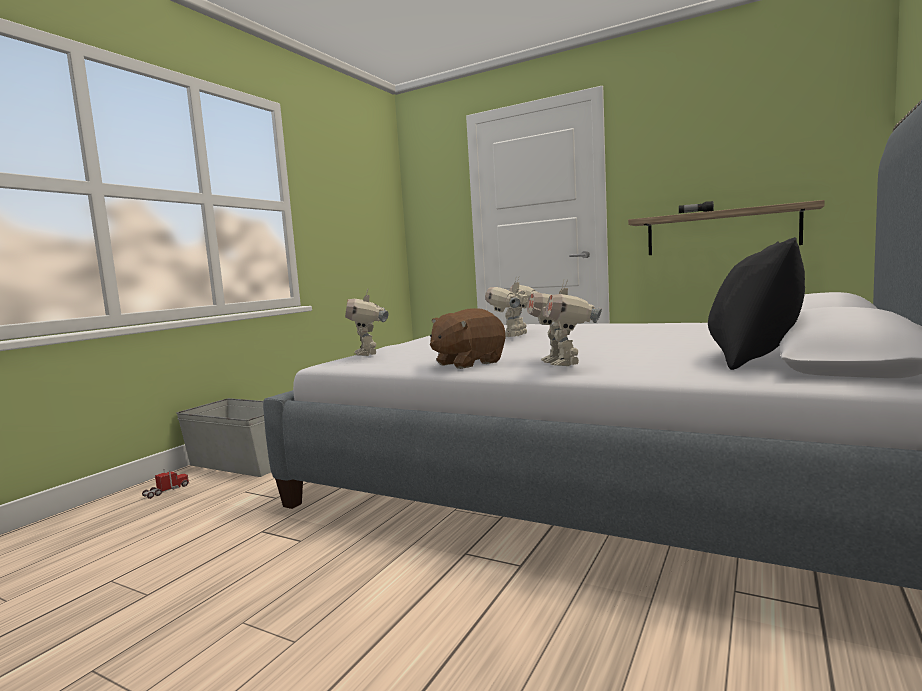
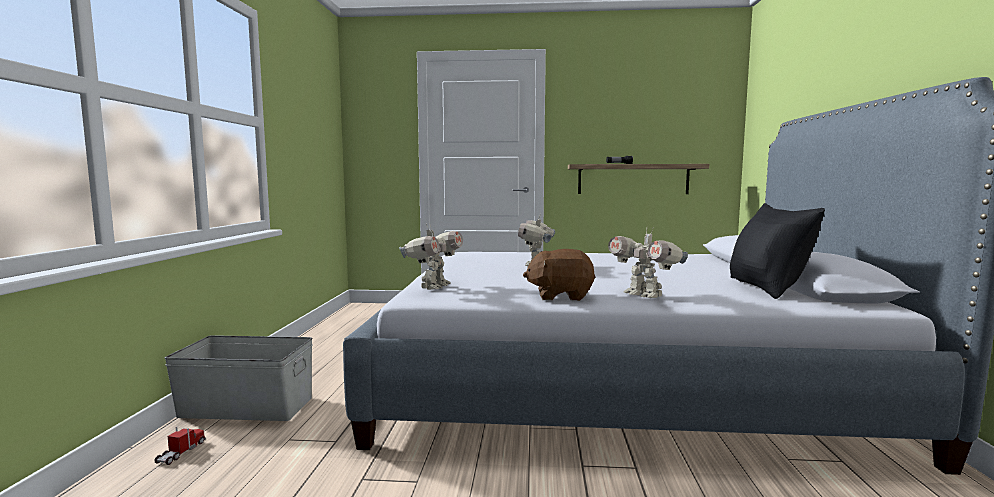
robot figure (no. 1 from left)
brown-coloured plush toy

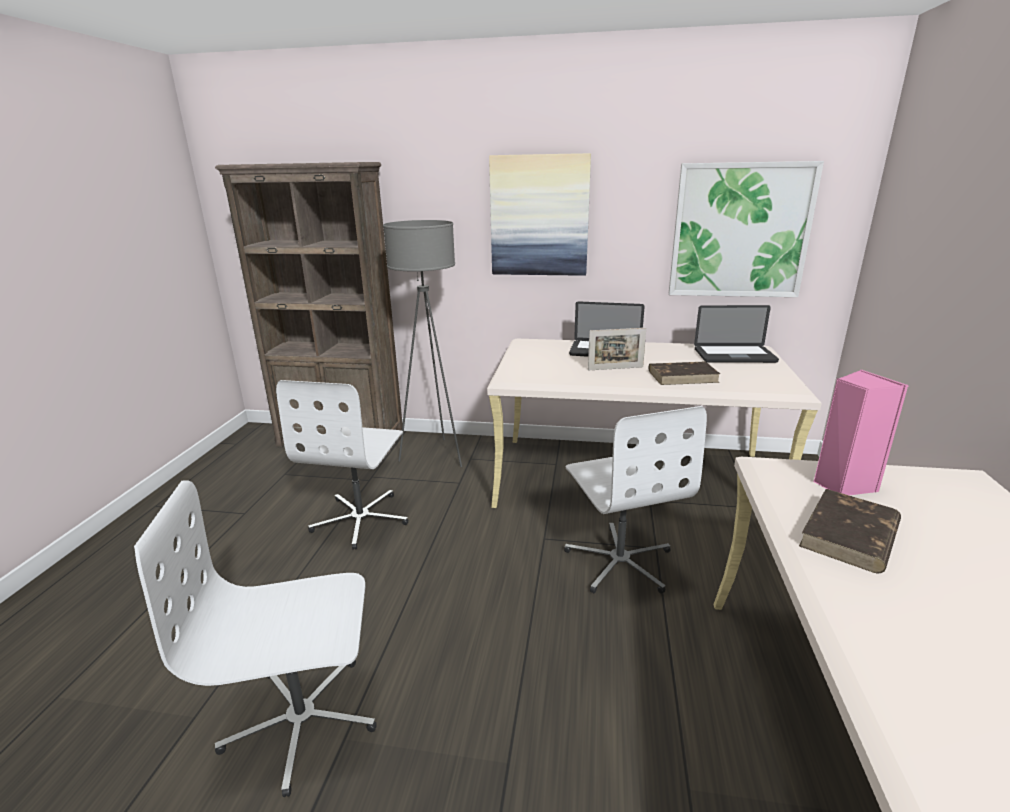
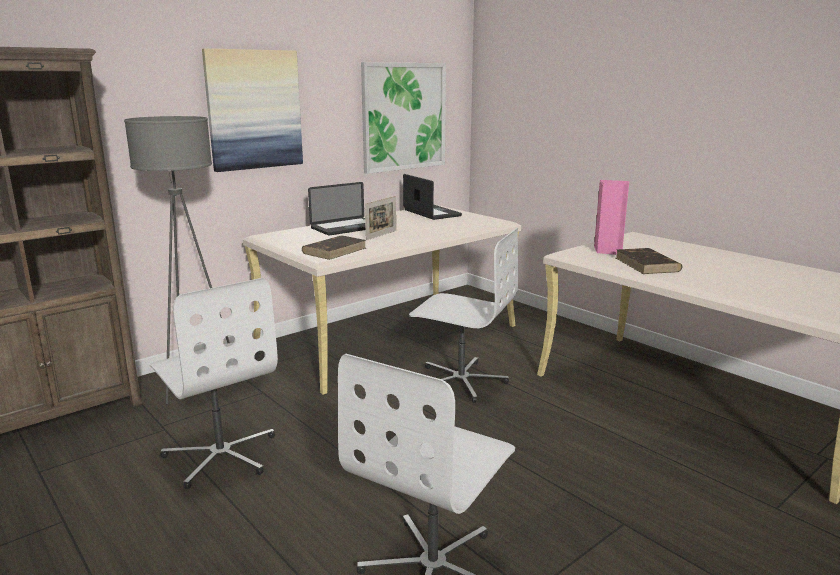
brown-coloured book (no. 1 from left)
laptop (no. 2 from left)

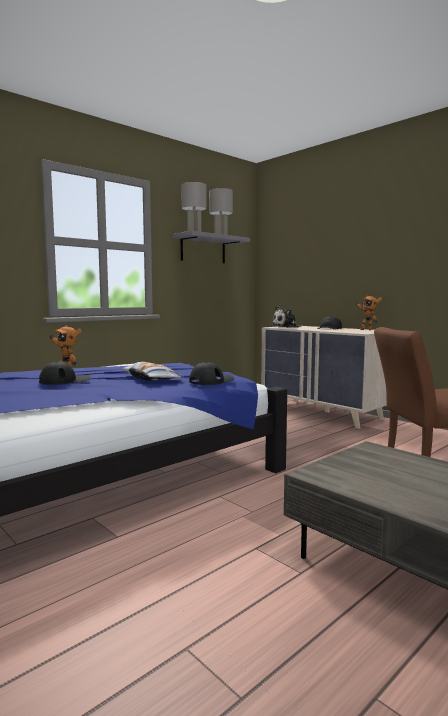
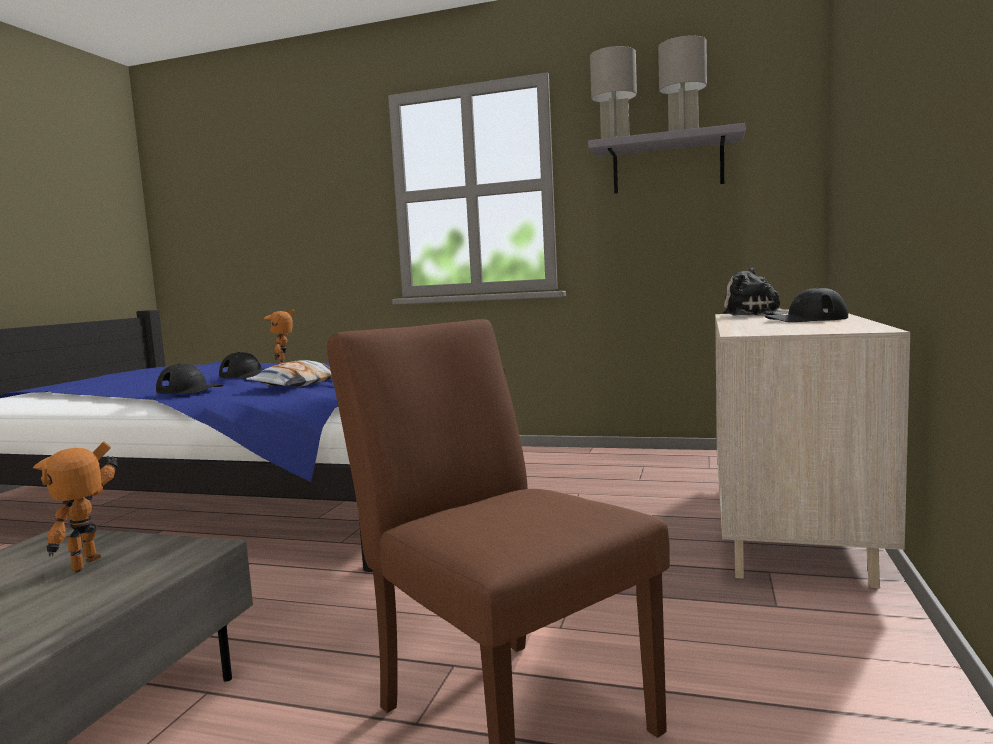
black baseball cap (no. 1 from left)
robot figure (no. 1 from left)

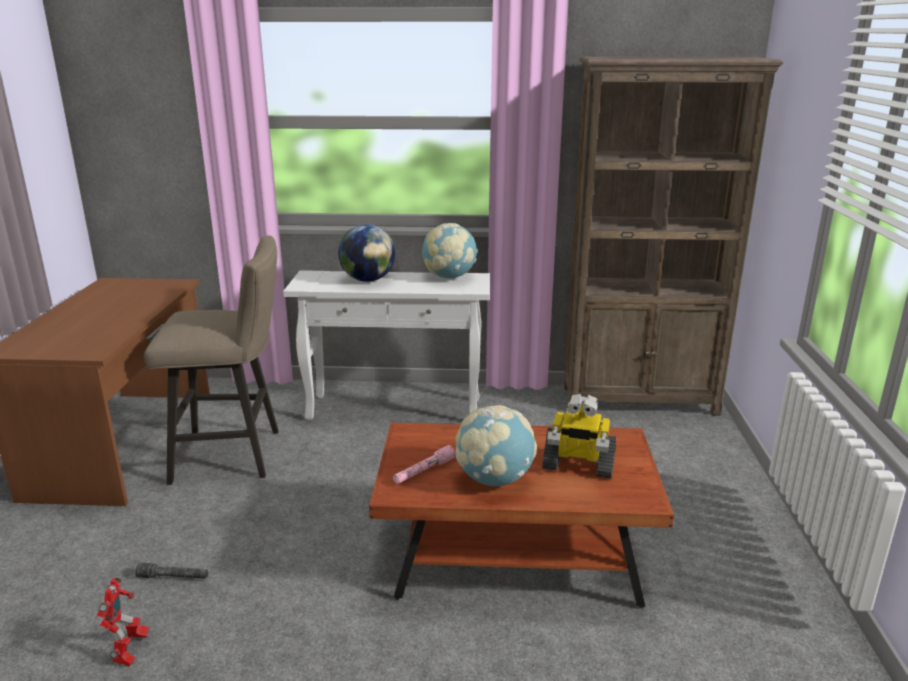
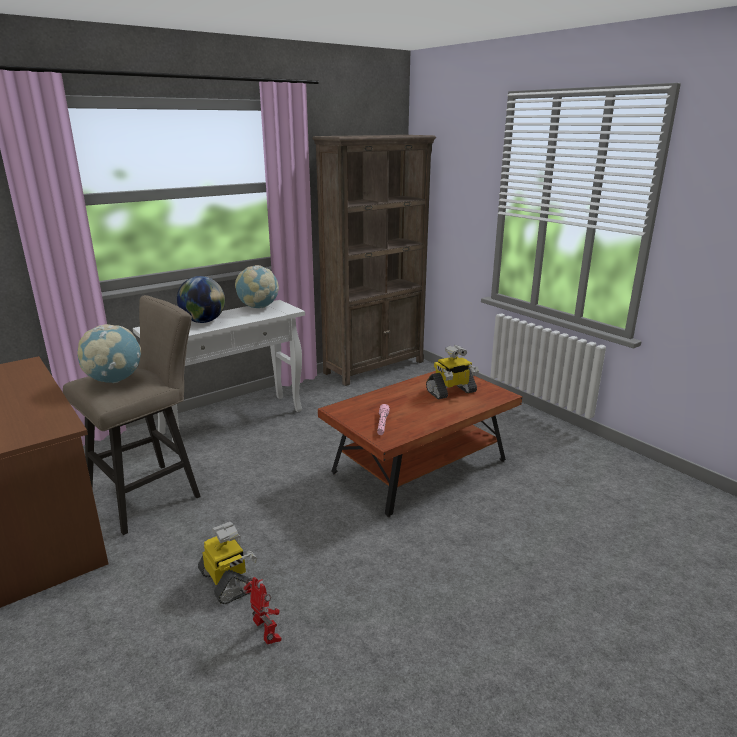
globe (no. 1 from left)
robot figure (no. 1 from left)

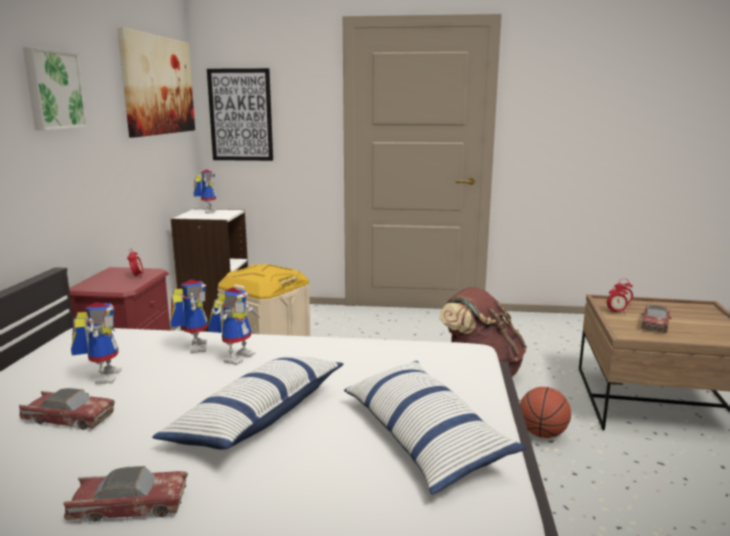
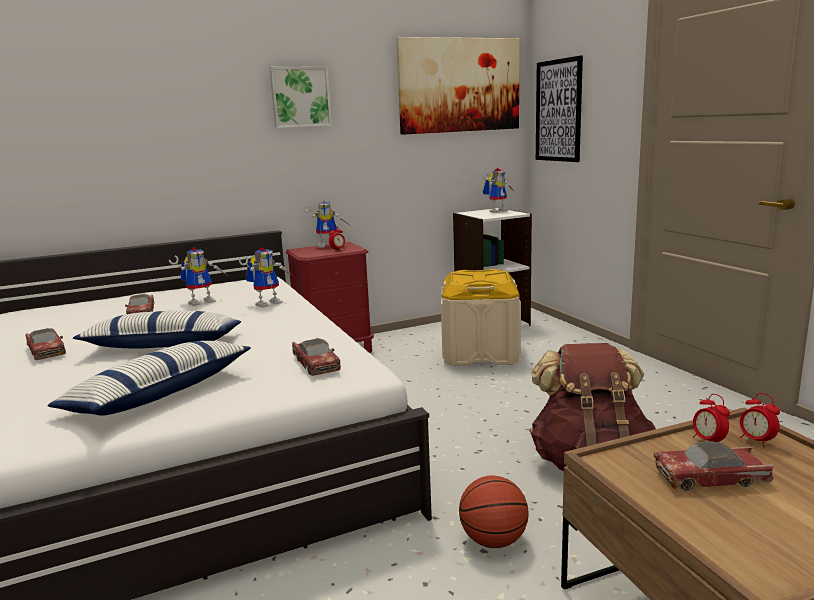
model car (no. 3 from left)
robot figure (no. 3 from left)

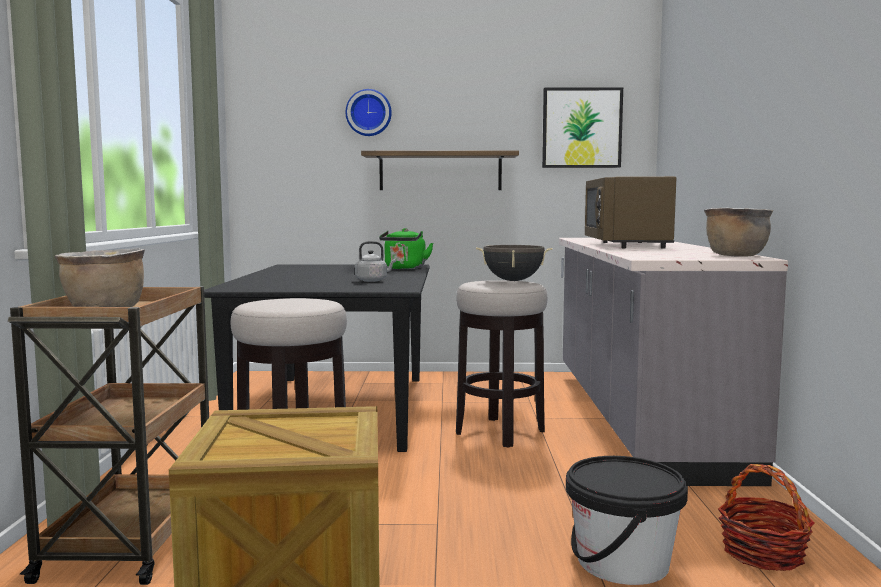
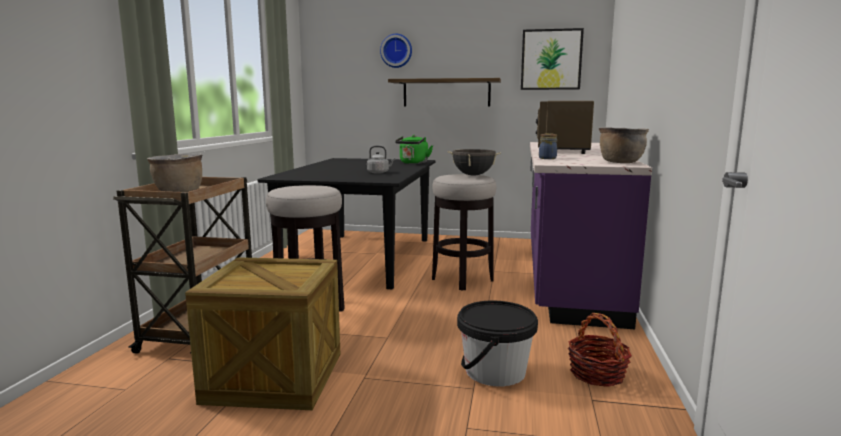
jar
purplish counter

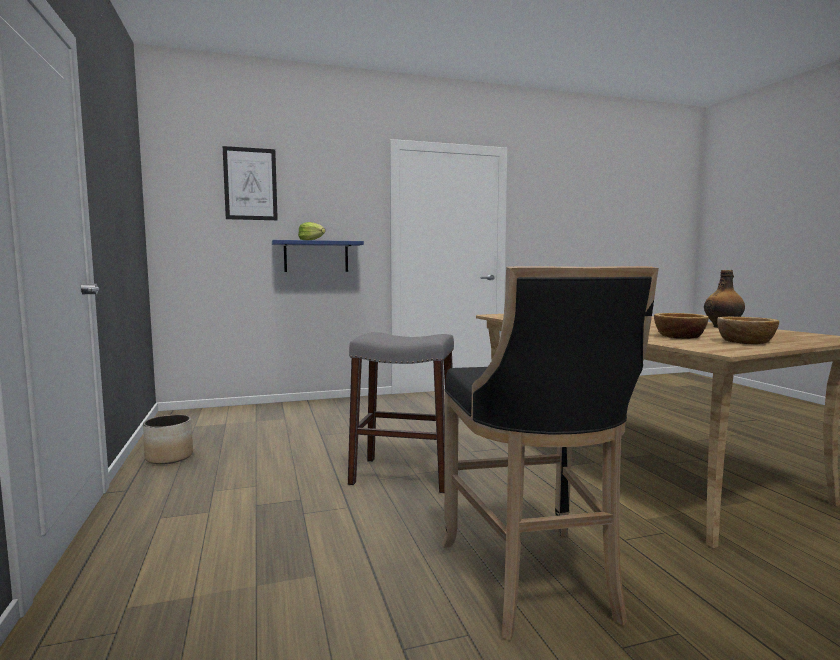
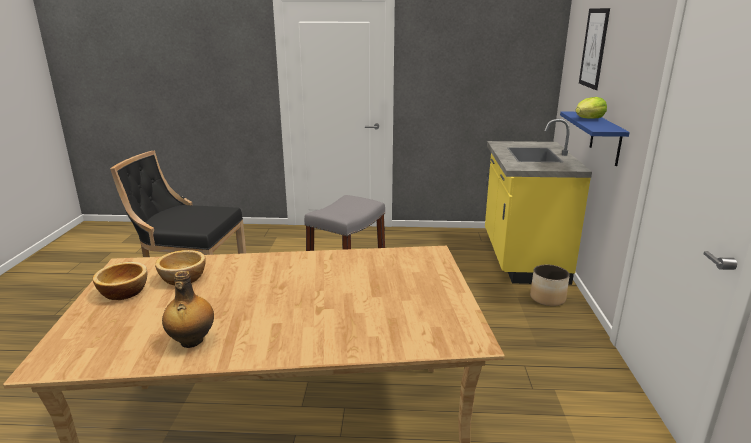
yellow counter
planter

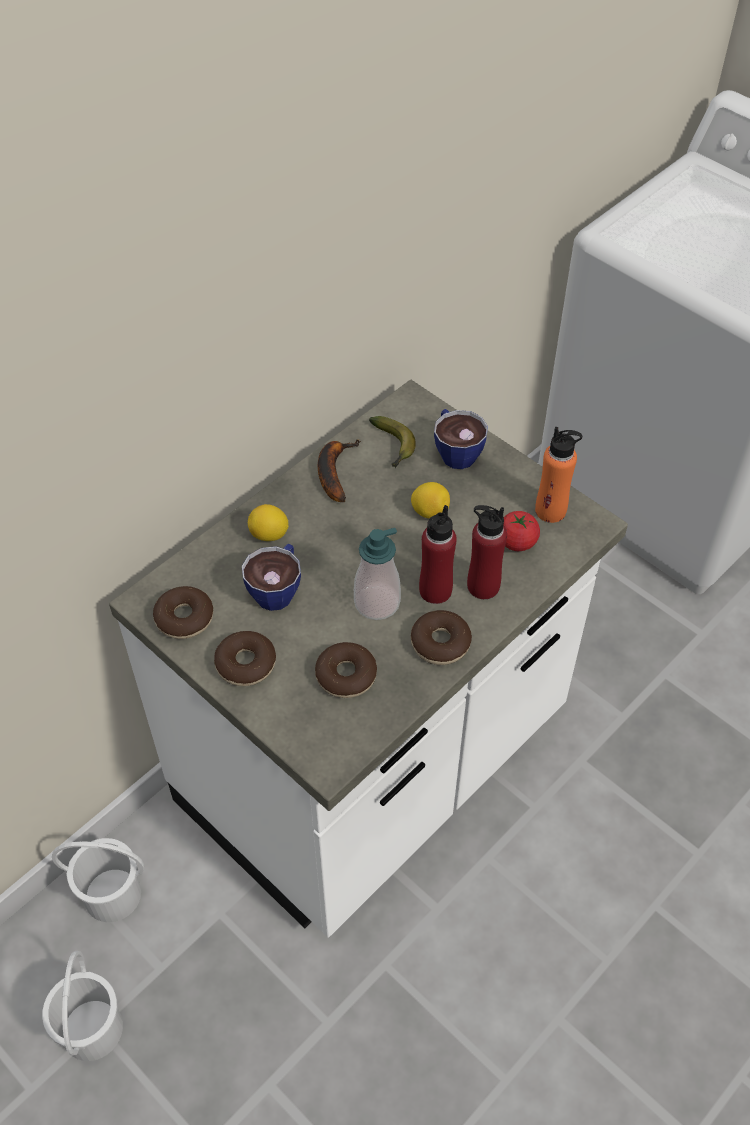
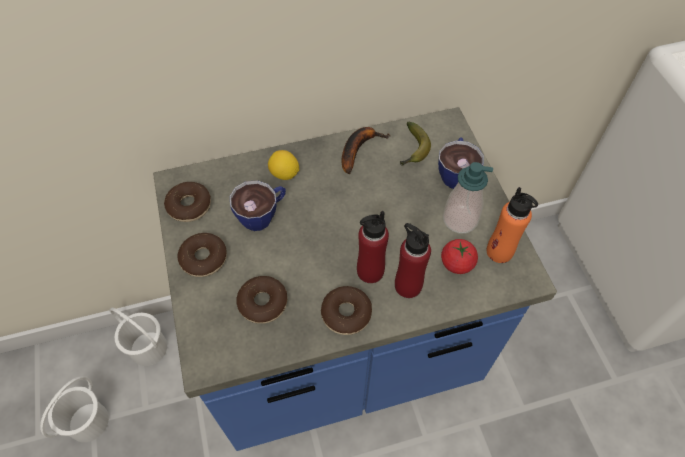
whole lemon (no. 2 from left in the first image)
liquid soap bottle
bluish counter

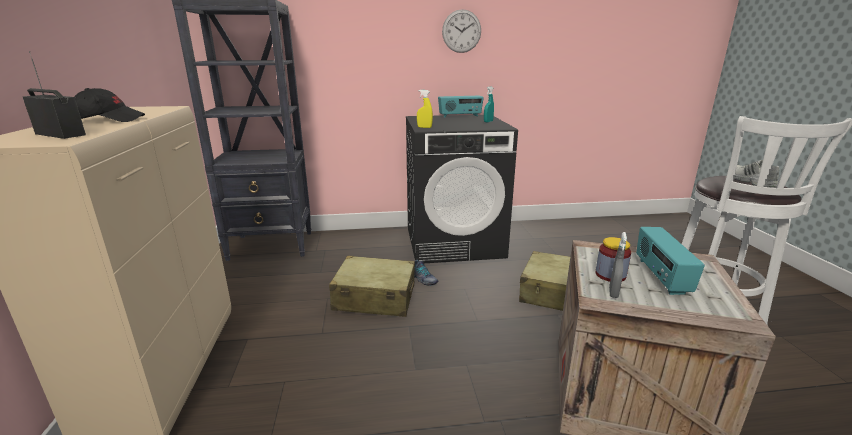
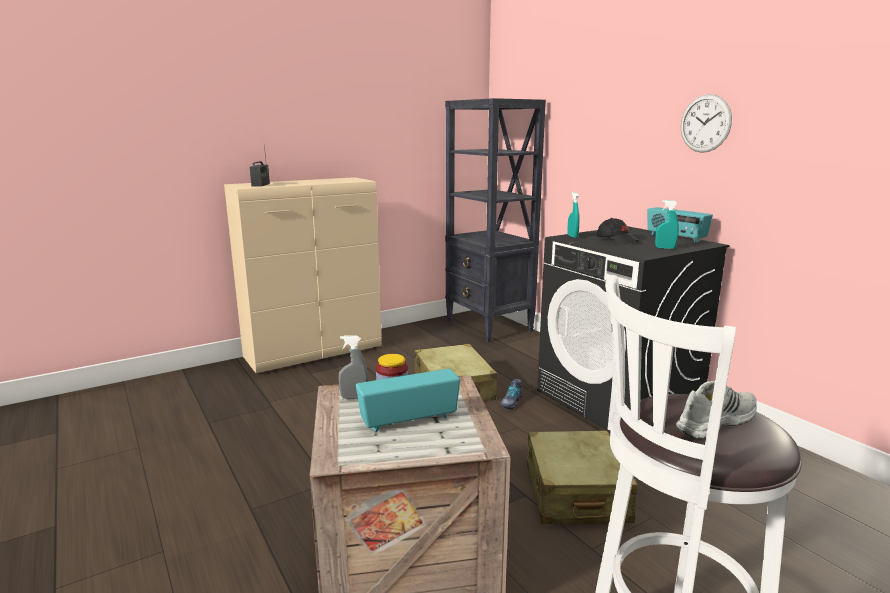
black baseball cap
blue-green spray bottle (no. 1 from left)

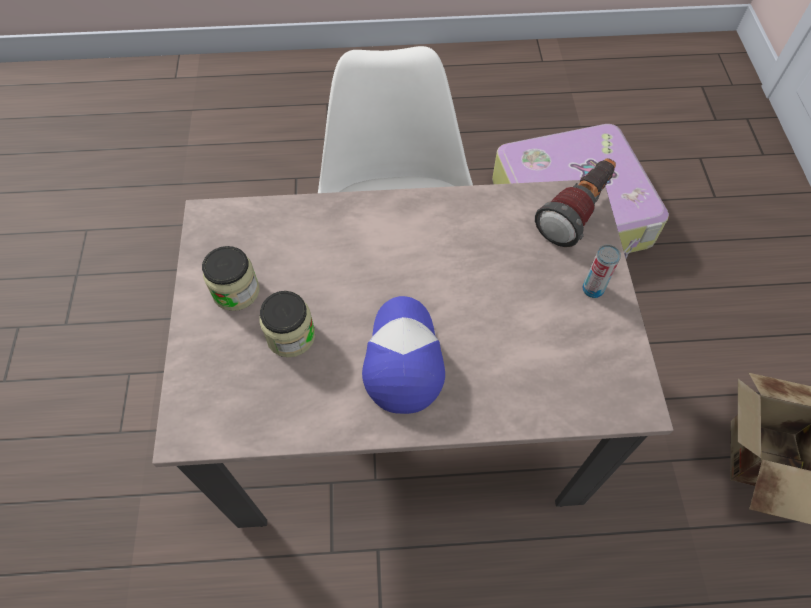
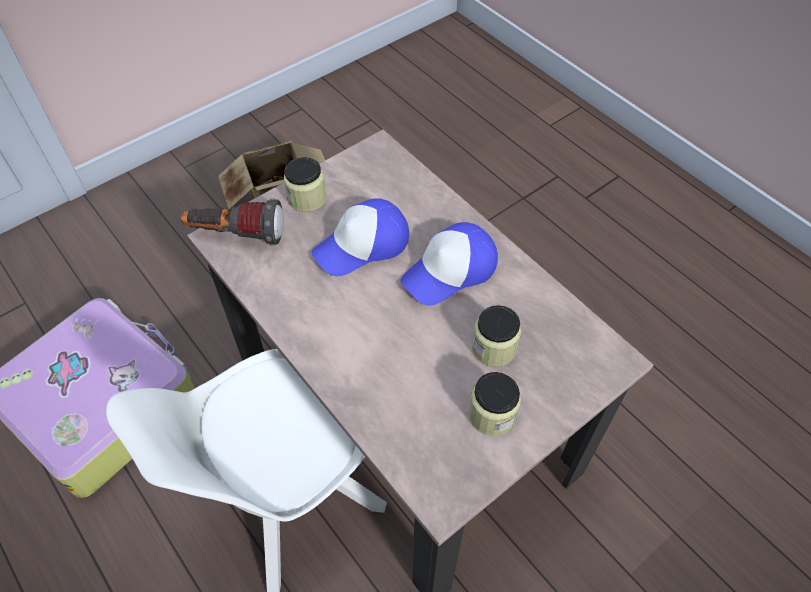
baseball cap (no. 1 from left)
jar (no. 1 from left)

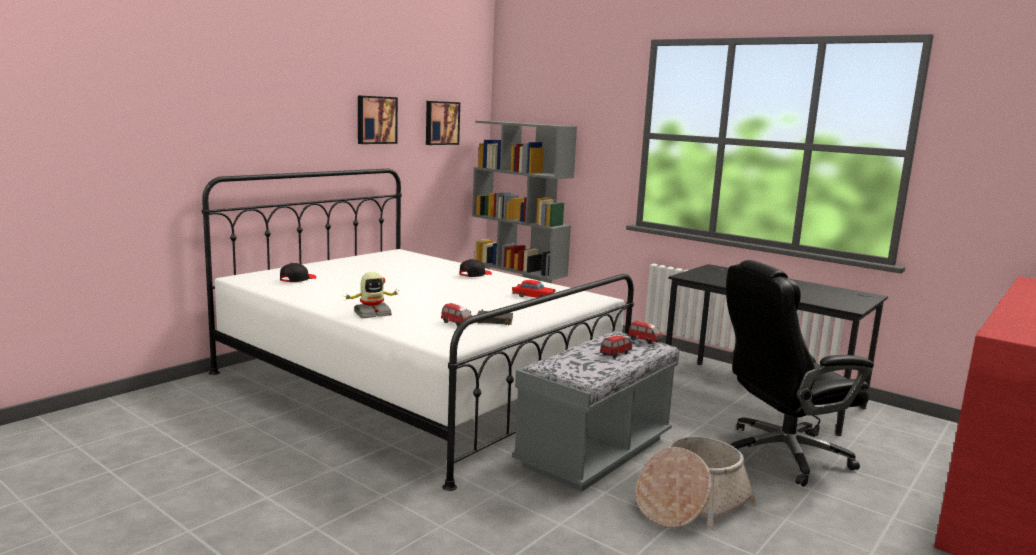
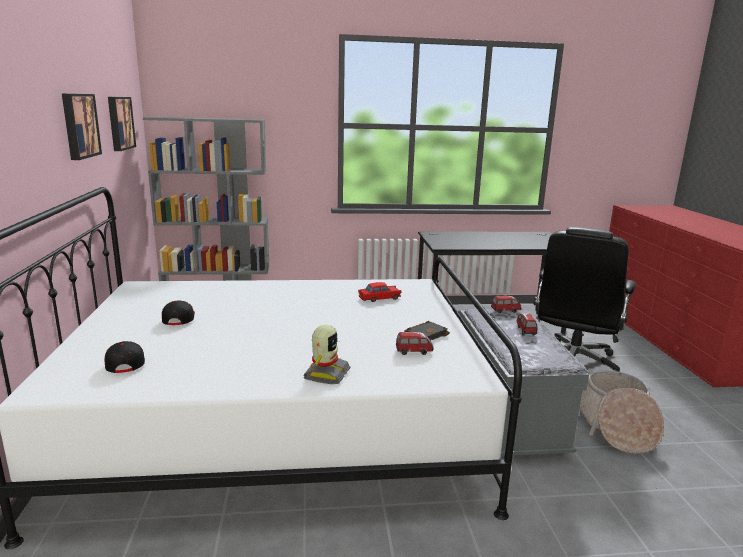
black baseball cap (no. 2 from left)

